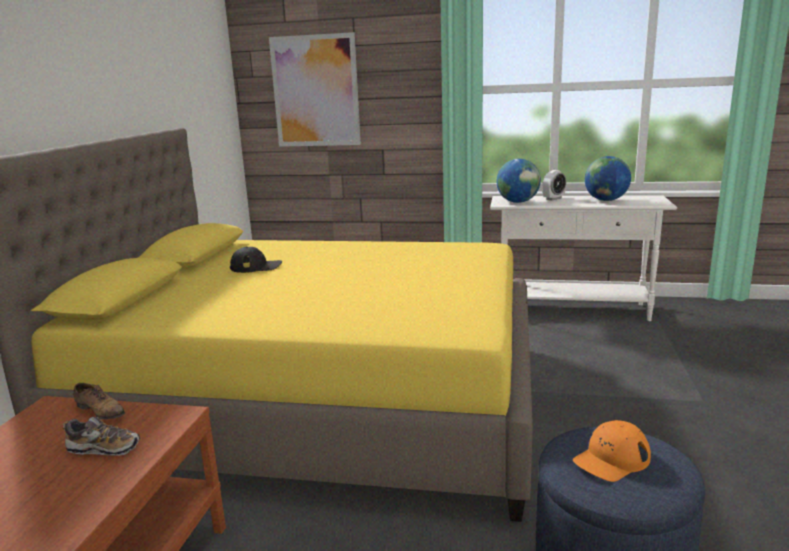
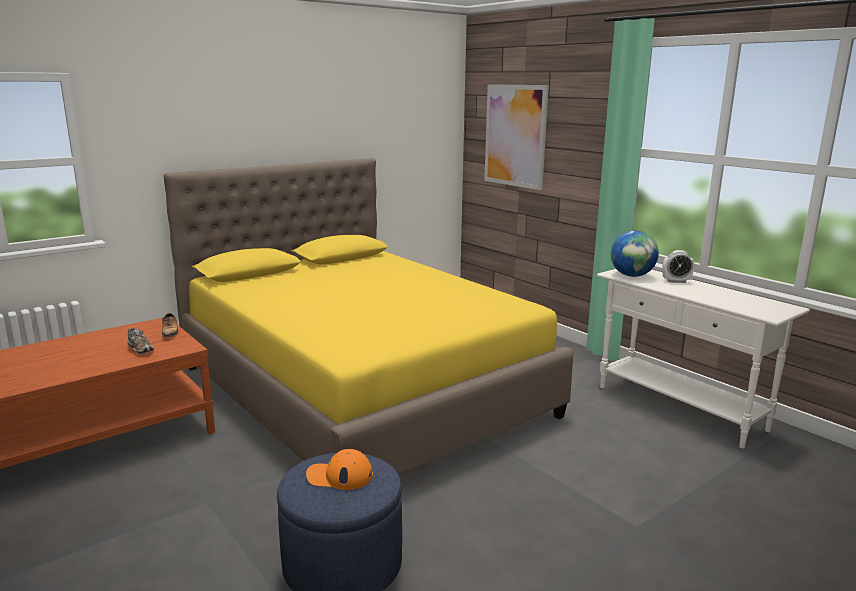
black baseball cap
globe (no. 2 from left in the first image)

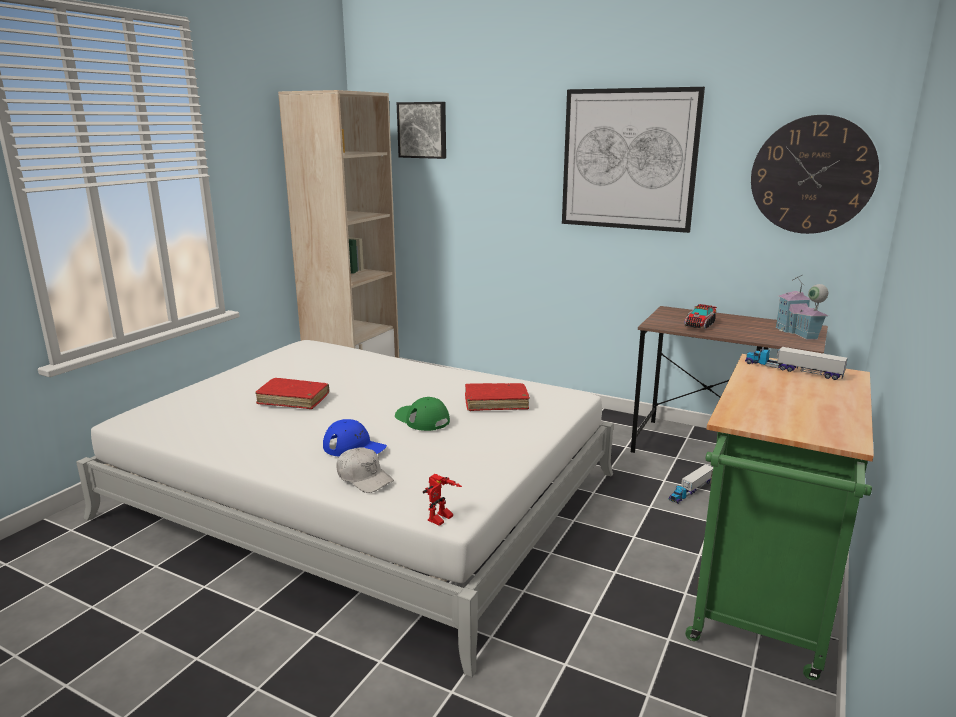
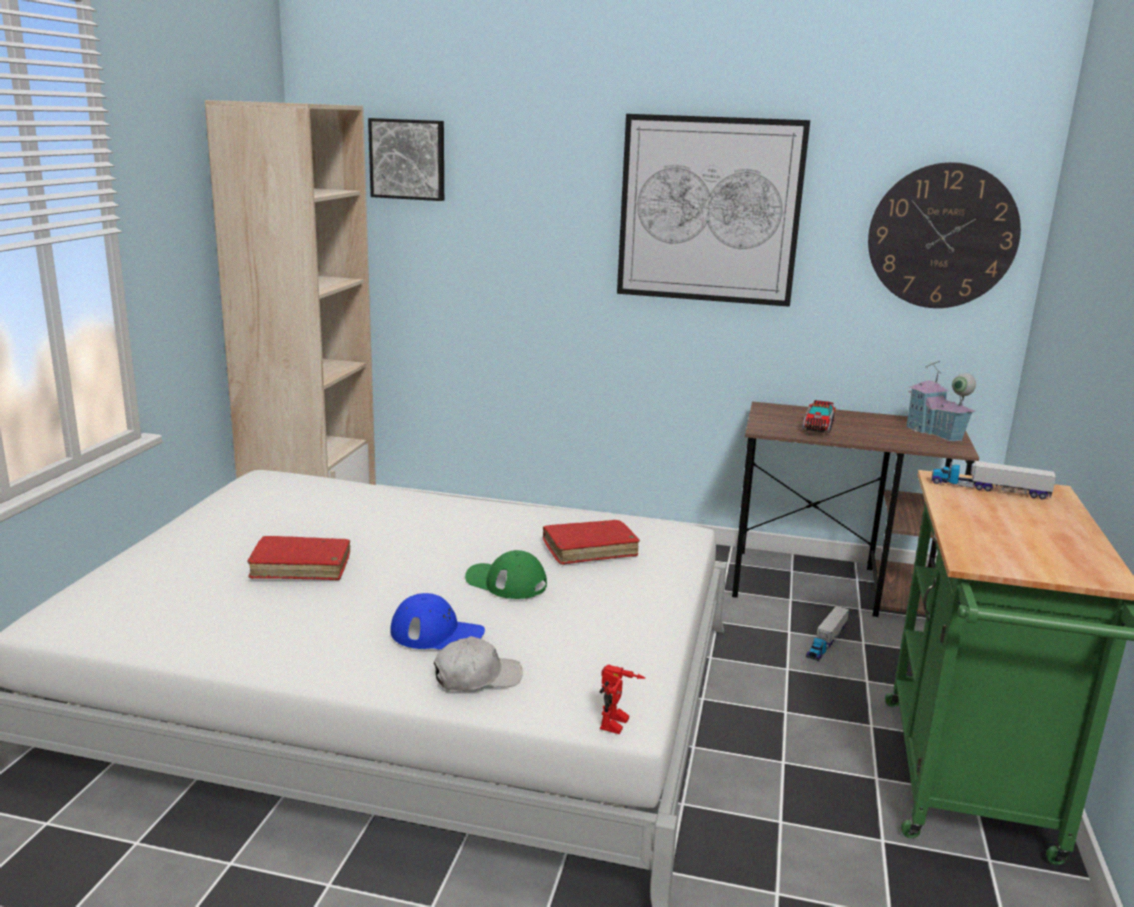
white baseball cap

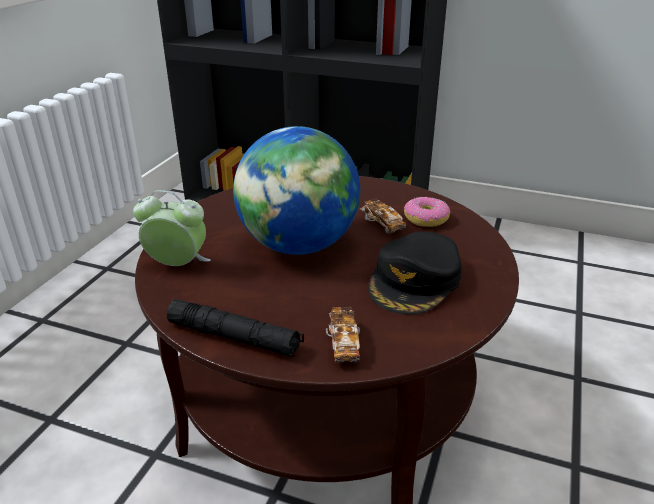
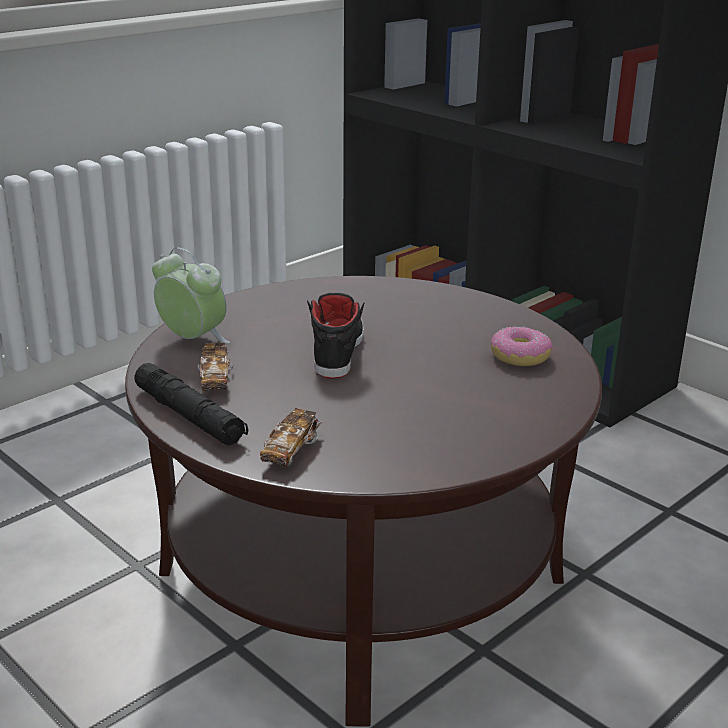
black baseball cap
model car (no. 1 from left)
black low shoe

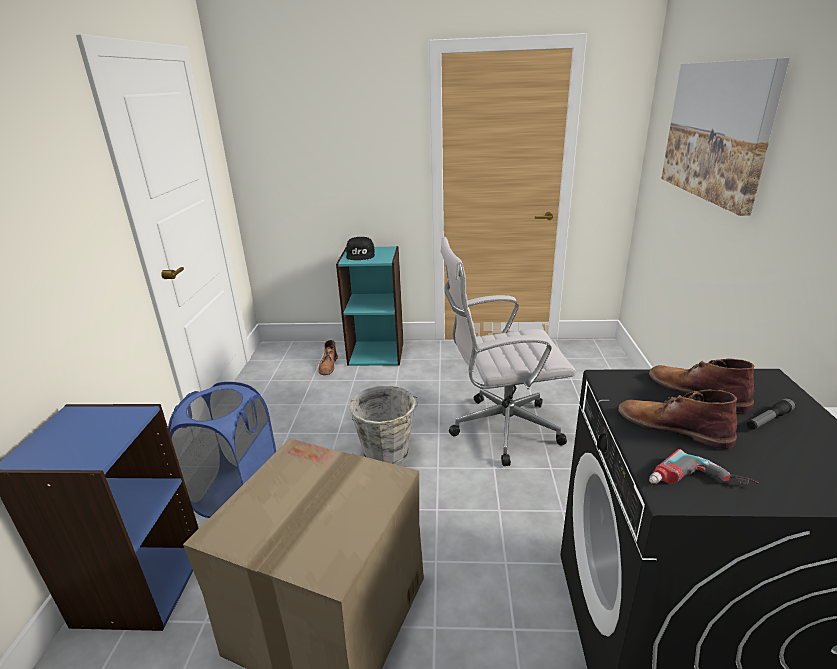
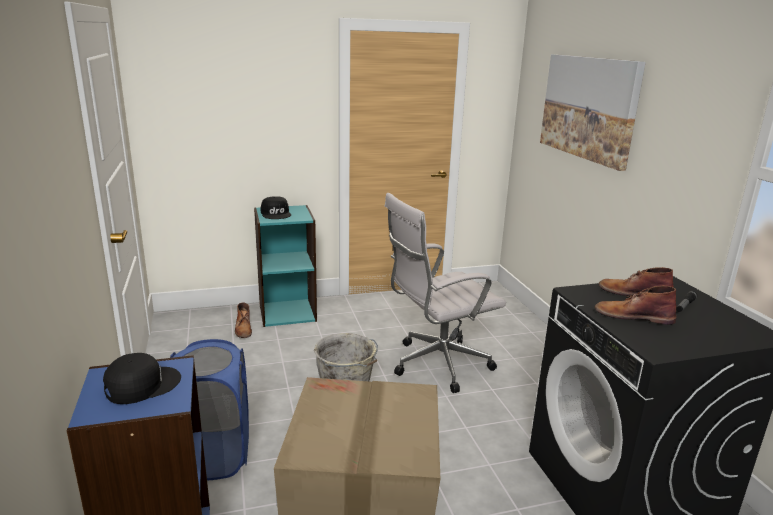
electric drill
black baseball cap (no. 1 from left)

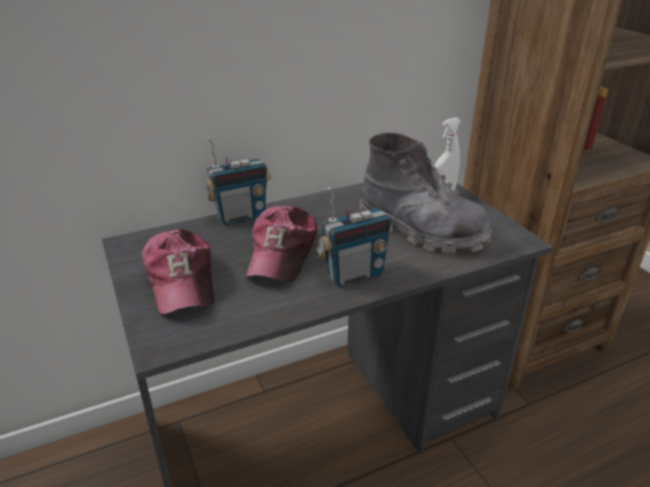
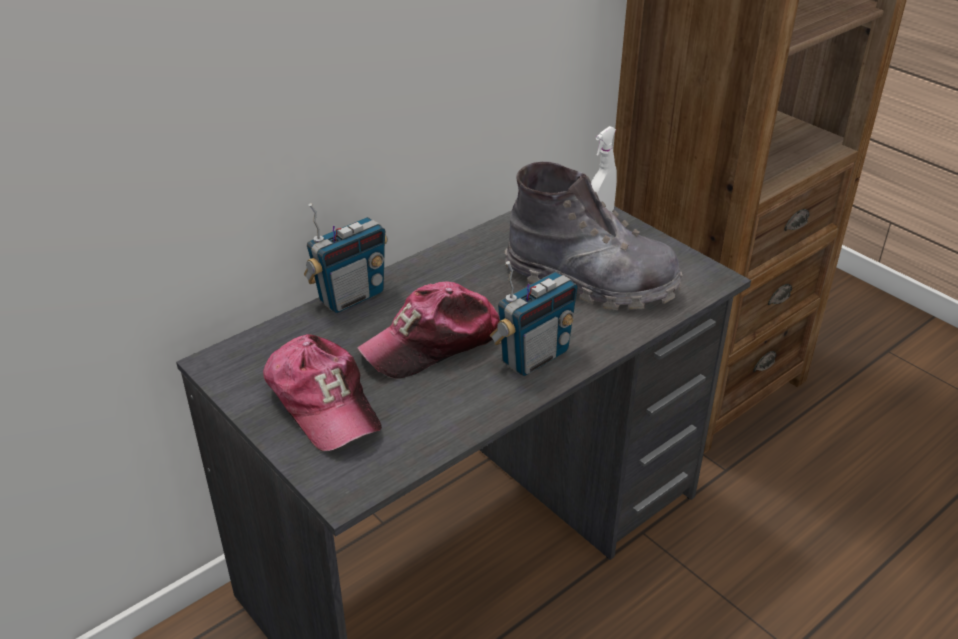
baseball cap (no. 2 from left)

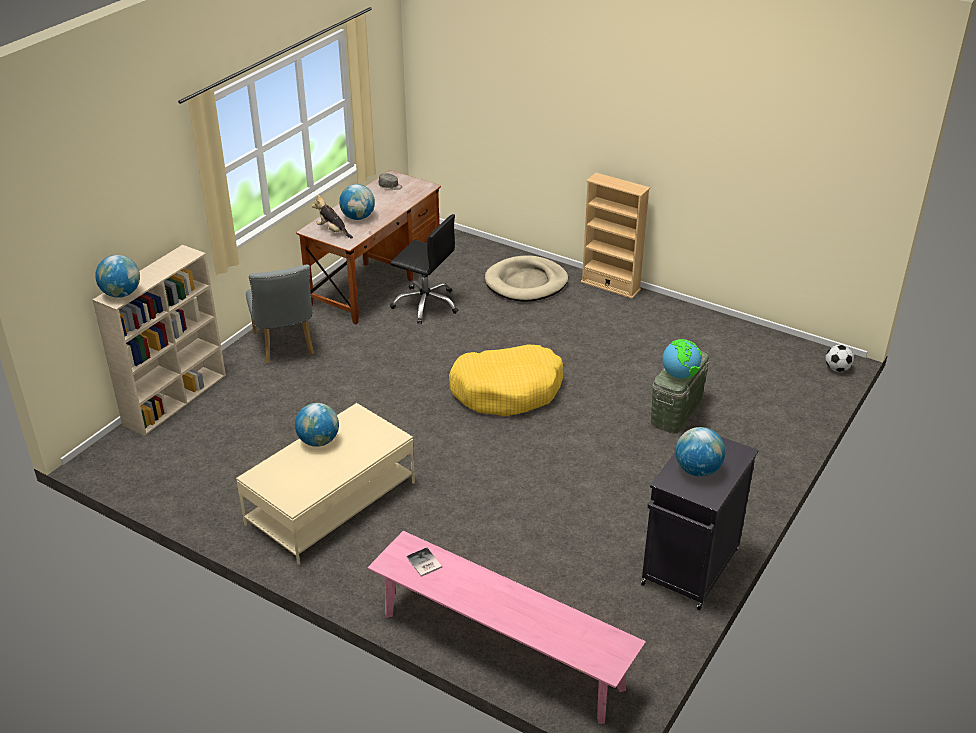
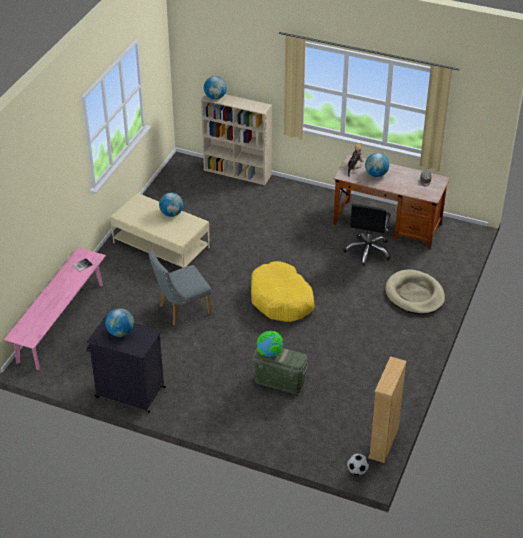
grey upright chair
beige shelving unit (no. 2 from left)

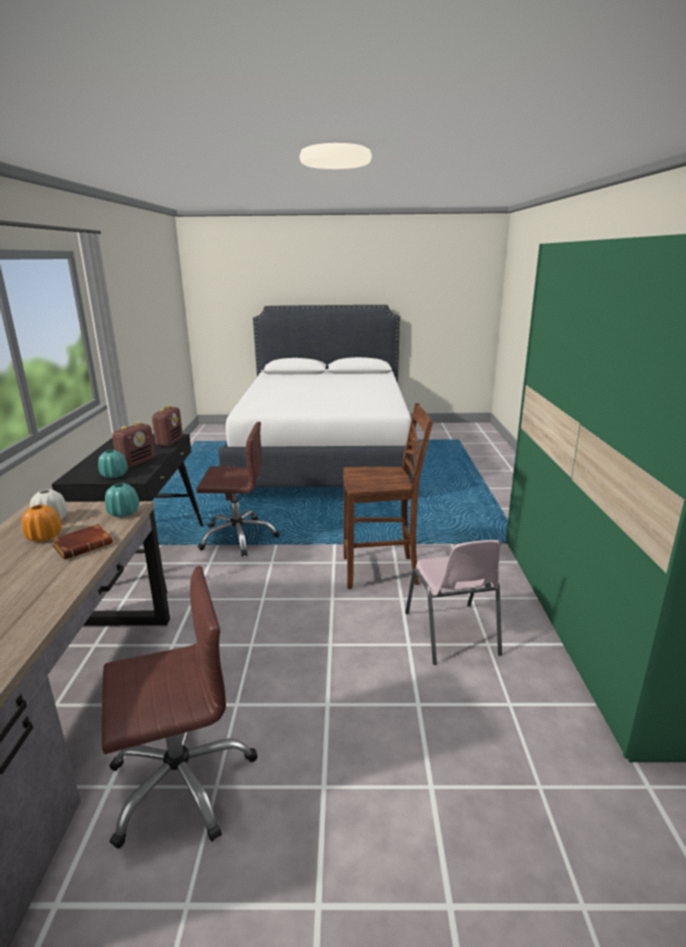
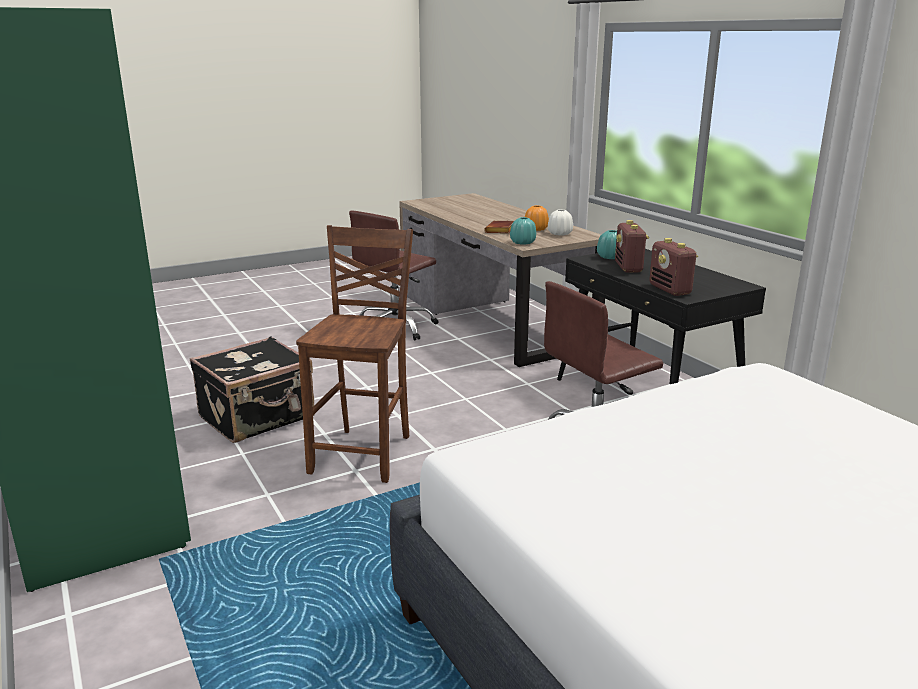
black piece of luggage
brown-coloured upright chair

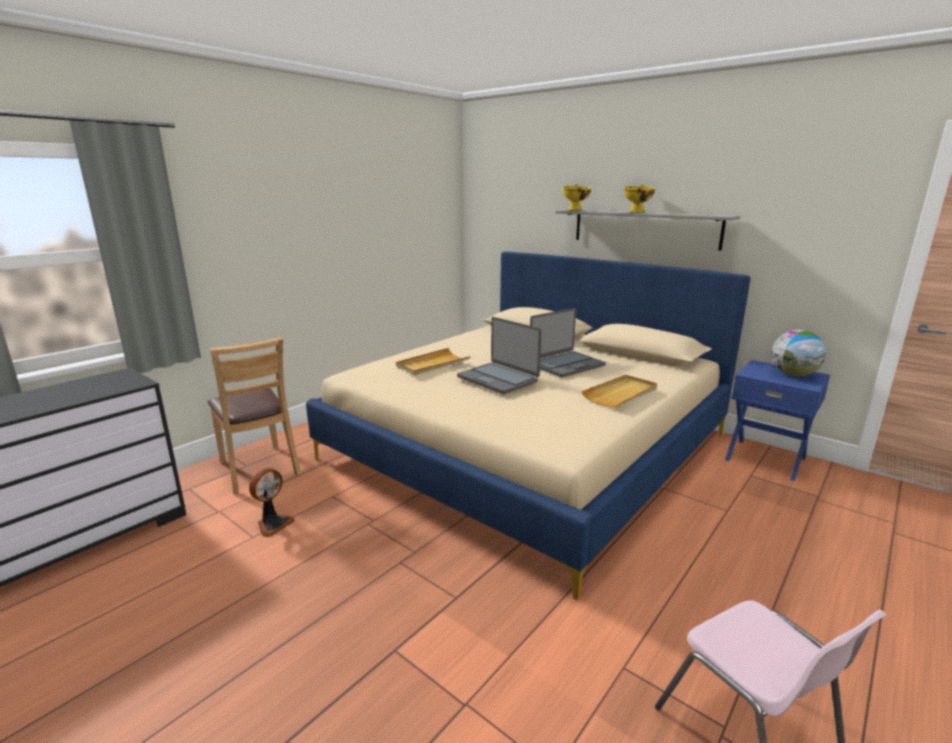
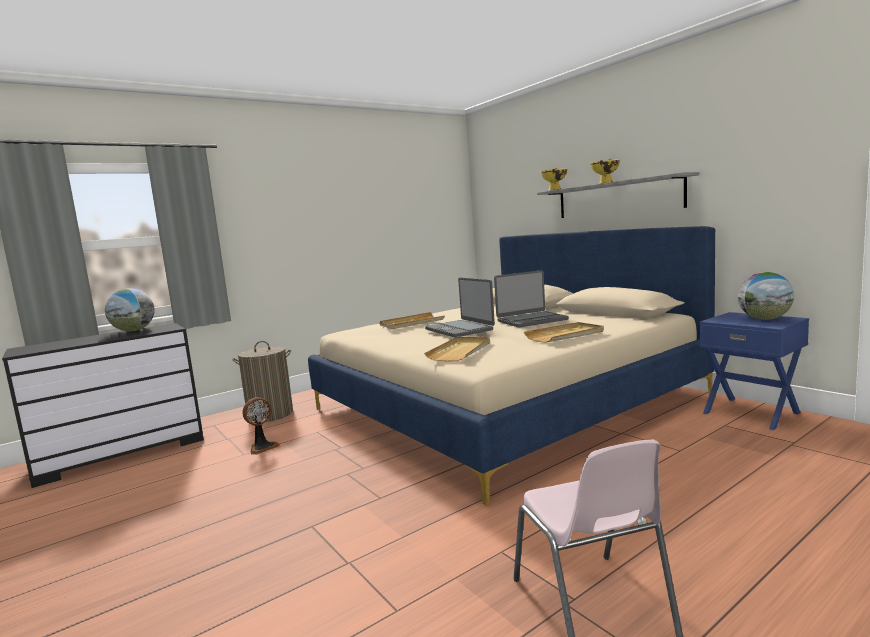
globe (no. 1 from left)
beige serving tray (no. 2 from left)
hamper

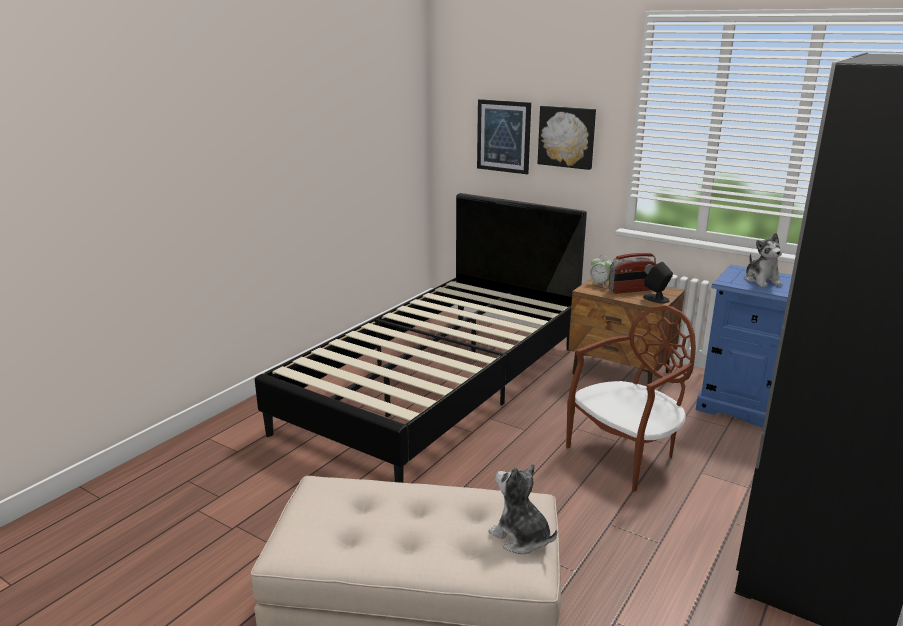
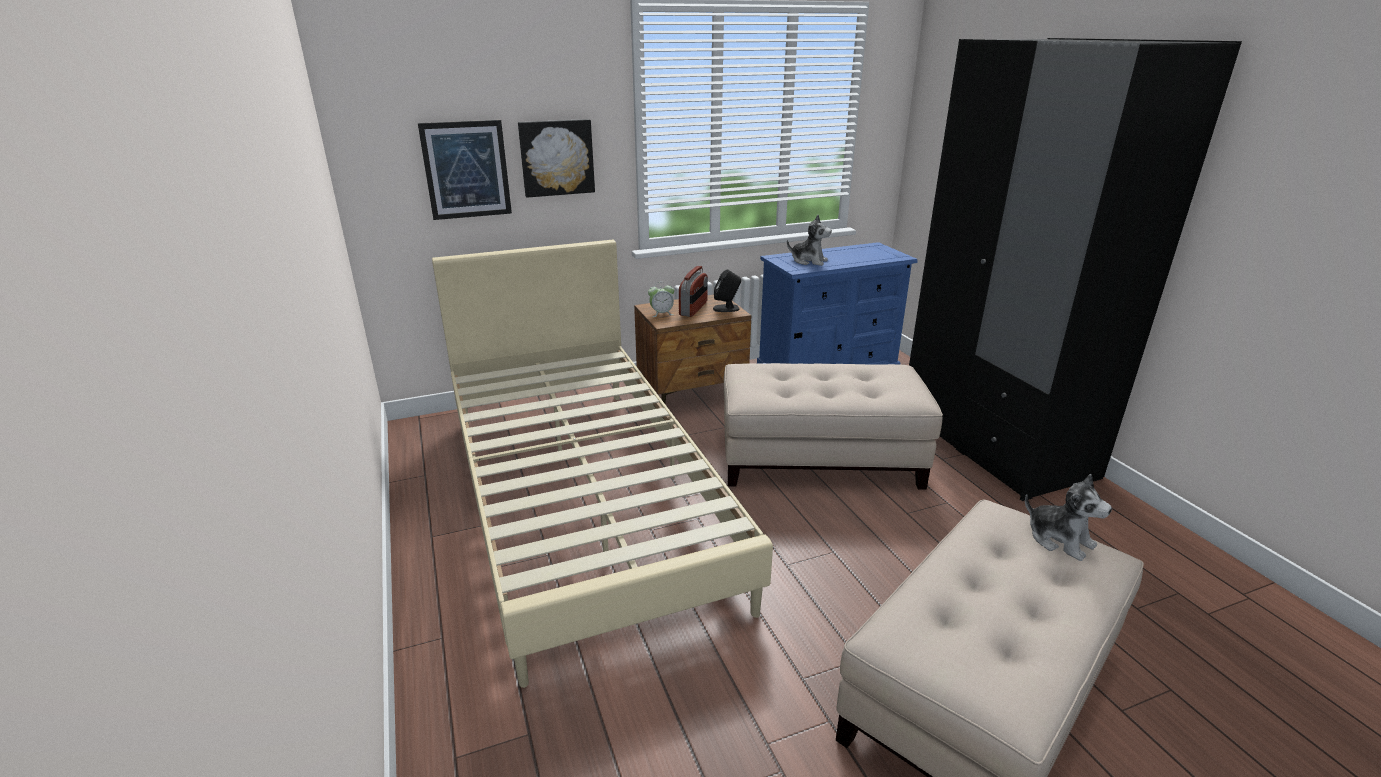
beige pouffe (no. 1 from left)
beige sleeping bed
plush toy (no. 2 from left)

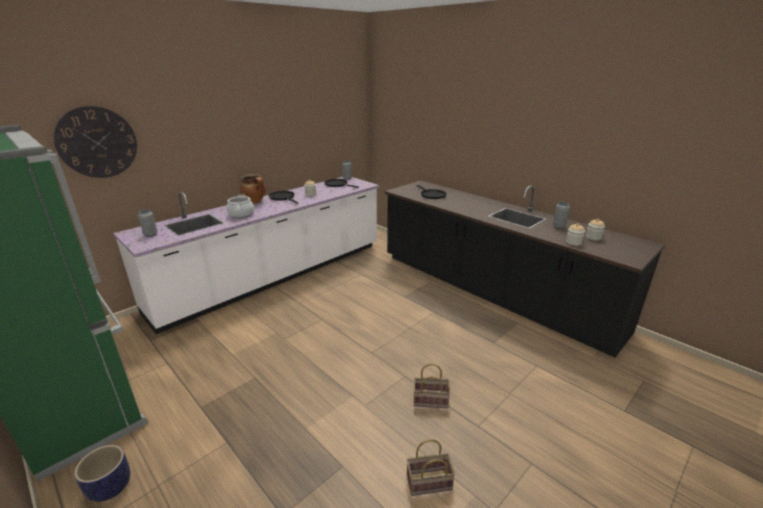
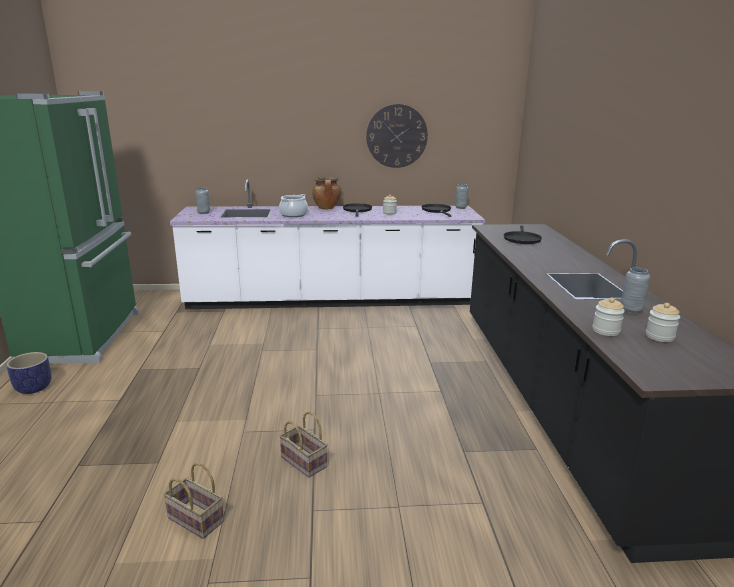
hanging clock

